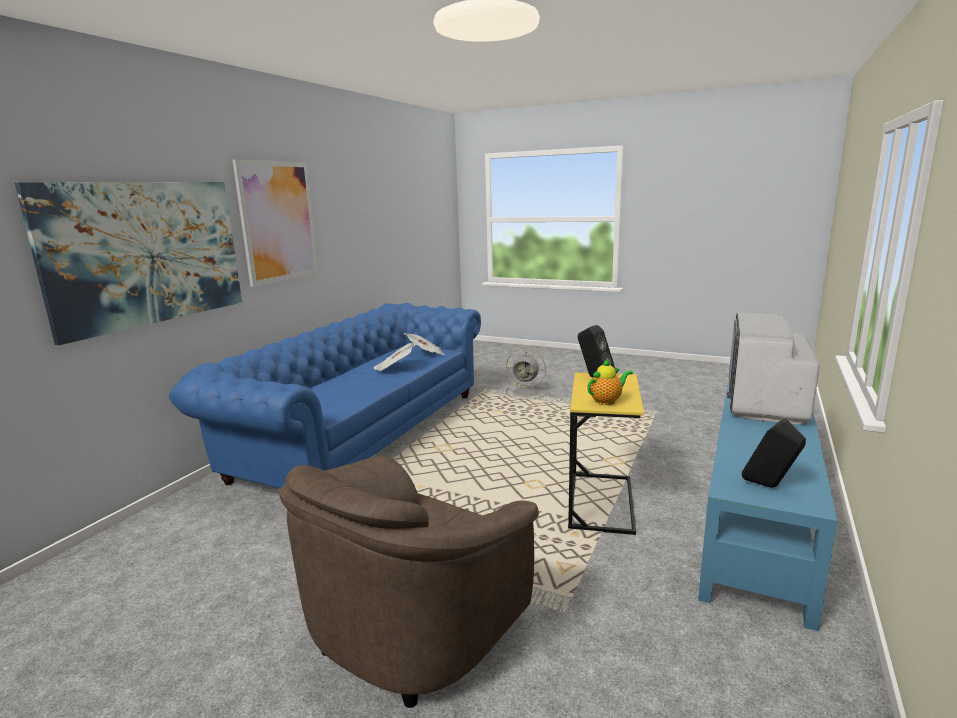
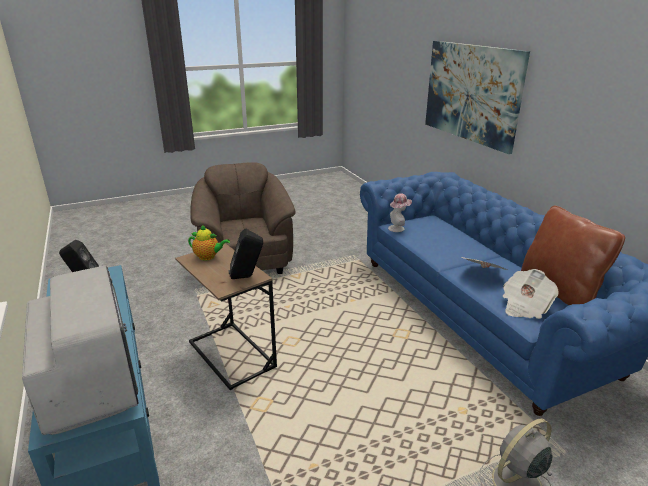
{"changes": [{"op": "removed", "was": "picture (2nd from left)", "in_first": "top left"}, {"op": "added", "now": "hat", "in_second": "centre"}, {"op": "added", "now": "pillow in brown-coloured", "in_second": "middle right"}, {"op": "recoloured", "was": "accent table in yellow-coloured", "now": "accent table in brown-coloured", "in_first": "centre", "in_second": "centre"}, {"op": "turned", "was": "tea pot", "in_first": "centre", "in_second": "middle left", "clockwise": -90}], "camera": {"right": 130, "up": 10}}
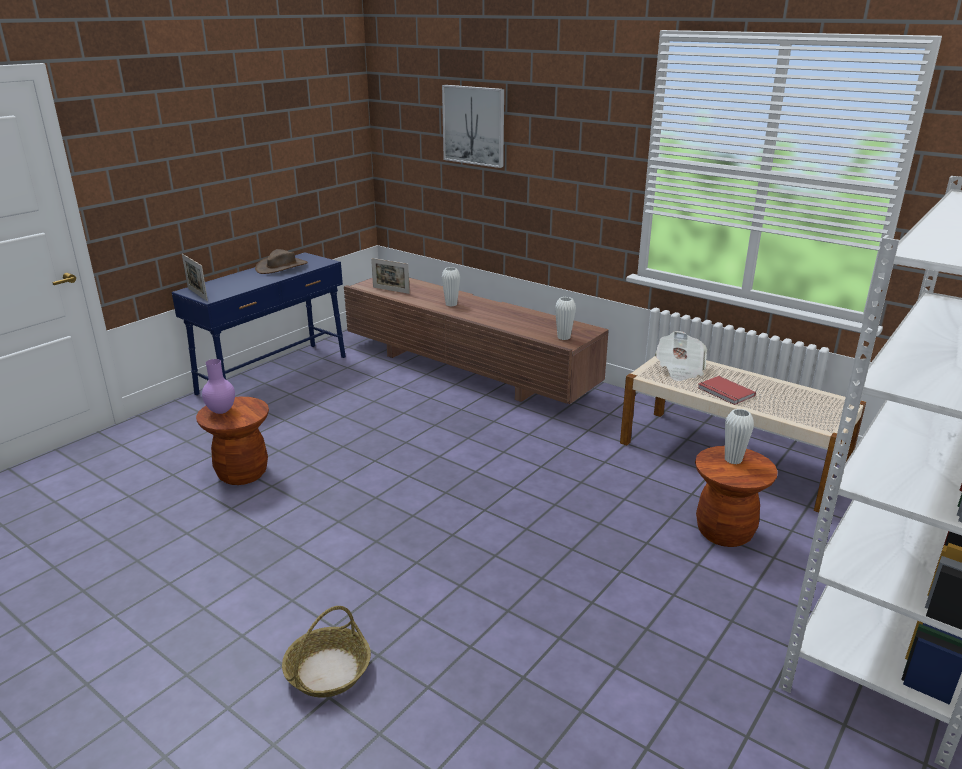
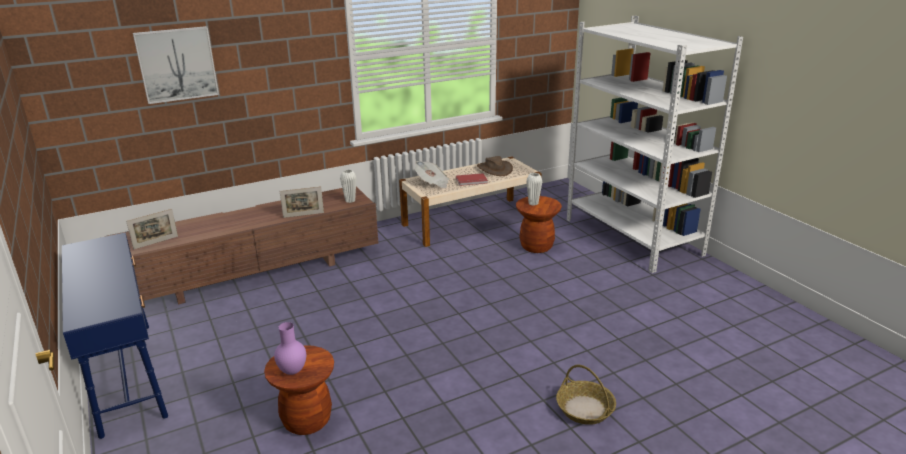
{"changes": [{"op": "removed", "was": "decorative vase in white (1st from left)", "in_first": "centre"}, {"op": "moved", "was": "standing frame (1st from left in the first image)", "now": "standing frame (2nd from left)", "in_first": "middle left", "in_second": "centre"}, {"op": "moved", "was": "hat in brown-coloured", "in_first": "middle left", "in_second": "centre"}], "camera": {"right": -65, "up": 0}}
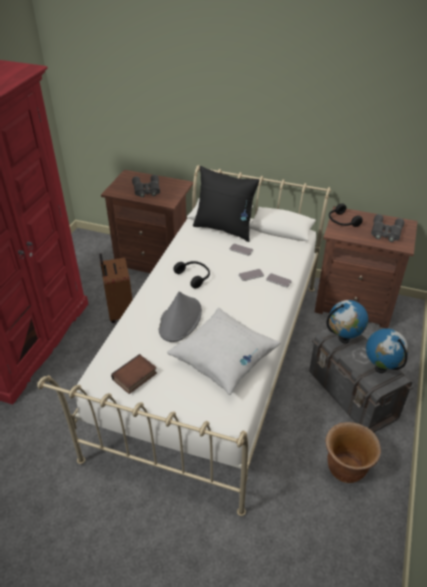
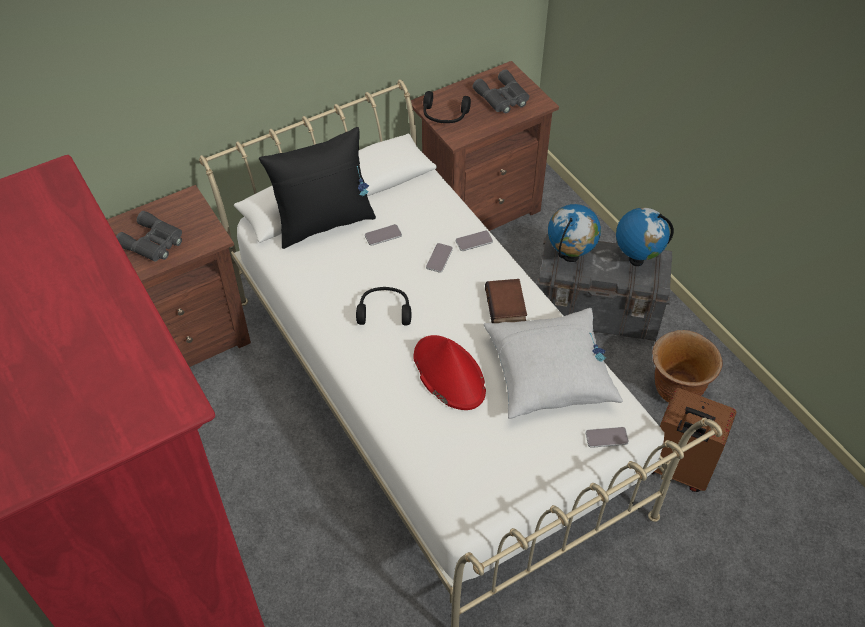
{"changes": [{"op": "added", "now": "phone (4th from left)", "in_second": "bottom right"}, {"op": "moved", "was": "piece of luggage in brown-coloured", "in_first": "middle left", "in_second": "bottom right"}, {"op": "moved", "was": "bound book", "in_first": "middle left", "in_second": "centre"}, {"op": "recoloured", "was": "hat in greyish", "now": "hat in red", "in_first": "centre", "in_second": "centre"}], "camera": {"right": -50, "up": 10}}
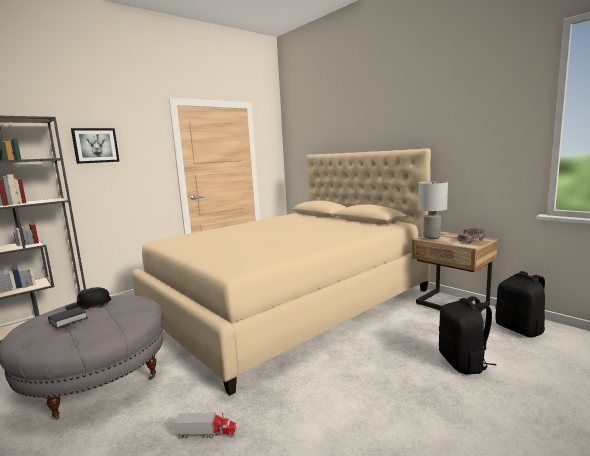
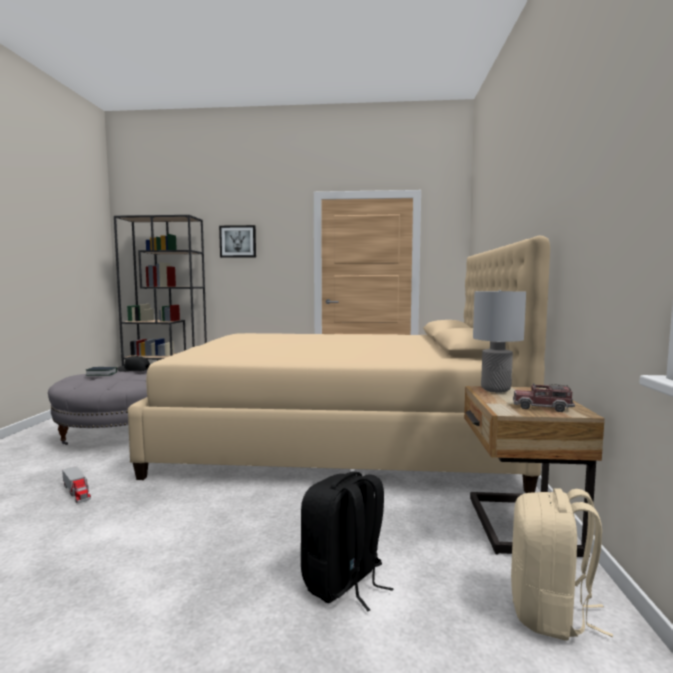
{"changes": [{"op": "recoloured", "was": "knapsack in black-coloured (2nd from left)", "now": "knapsack in beige", "in_first": "bottom right", "in_second": "bottom right"}], "camera": {"right": 45, "up": -5}}
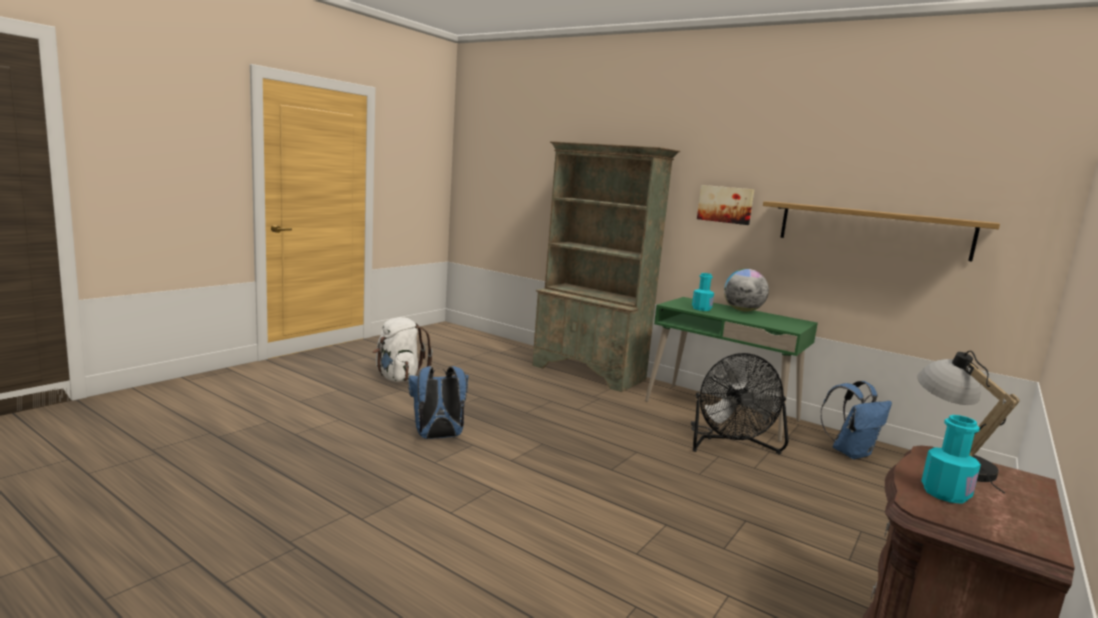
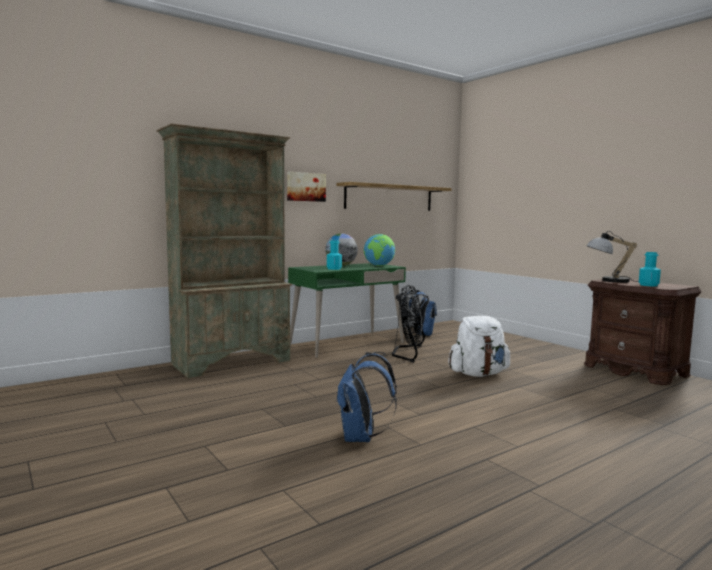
{"changes": [{"op": "added", "now": "desk globe (2nd from left)", "in_second": "centre"}, {"op": "moved", "was": "knapsack in white", "in_first": "centre", "in_second": "middle right"}], "camera": {"right": -70, "up": -5}}
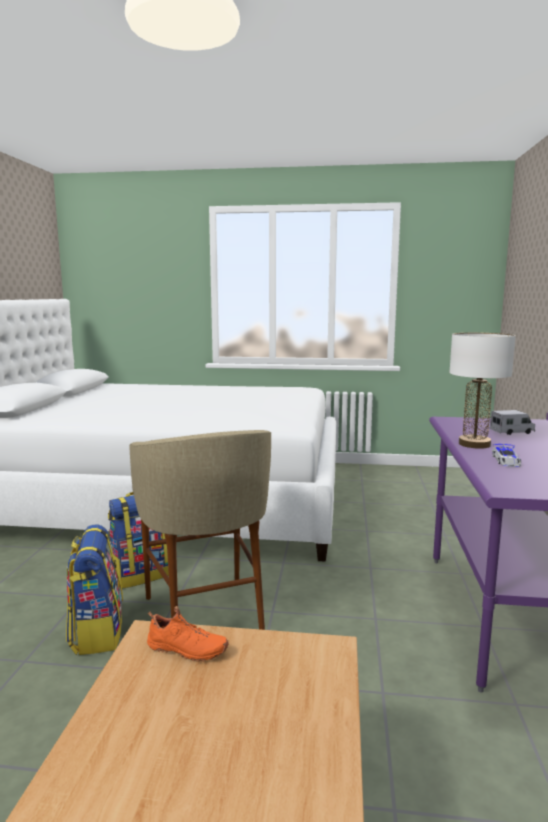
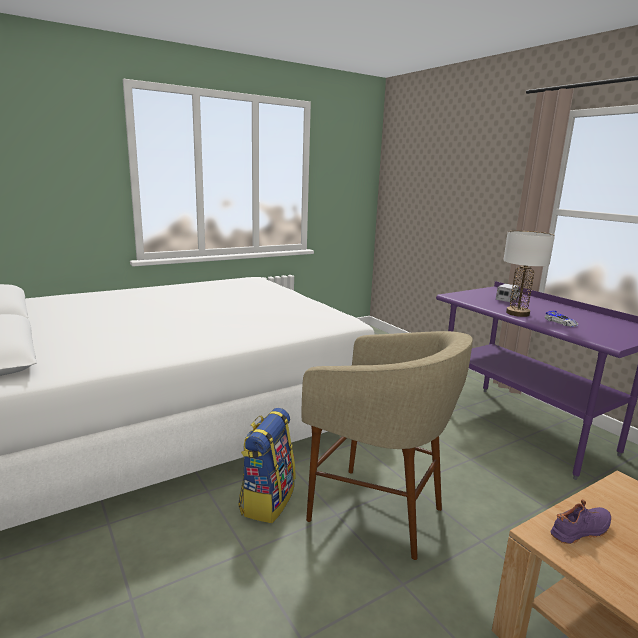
{"changes": [{"op": "removed", "was": "knapsack (1st from left)", "in_first": "bottom left"}, {"op": "recoloured", "was": "low shoe in orange-coloured", "now": "low shoe in purple-coloured", "in_first": "bottom centre", "in_second": "bottom right"}], "camera": {"right": -40, "up": 5}}
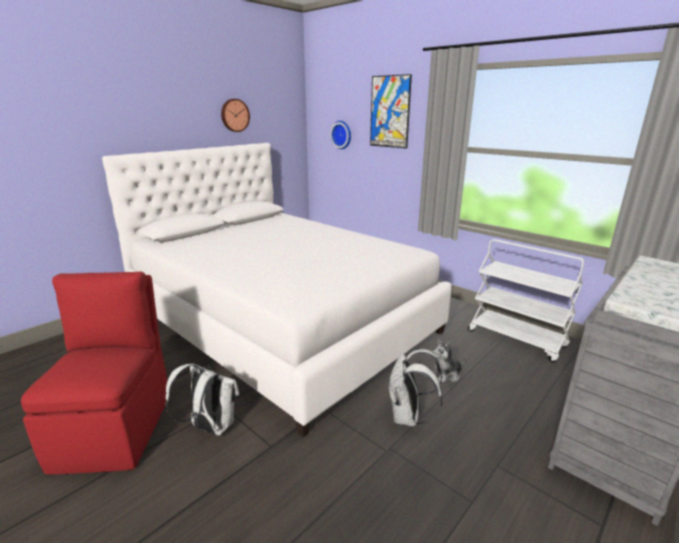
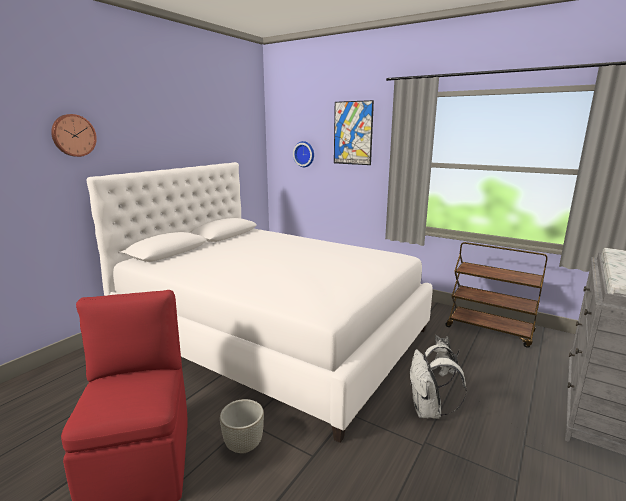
{"changes": [{"op": "moved", "was": "wall clock (1st from left)", "in_first": "top centre", "in_second": "top left"}, {"op": "replaced", "was": "knapsack in white (1st from left)", "now": "planter in greyish", "in_first": "bottom left", "in_second": "bottom centre"}, {"op": "recoloured", "was": "cart in white", "now": "cart in brown-coloured", "in_first": "middle right", "in_second": "middle right"}], "camera": {"right": -10, "up": -5}}
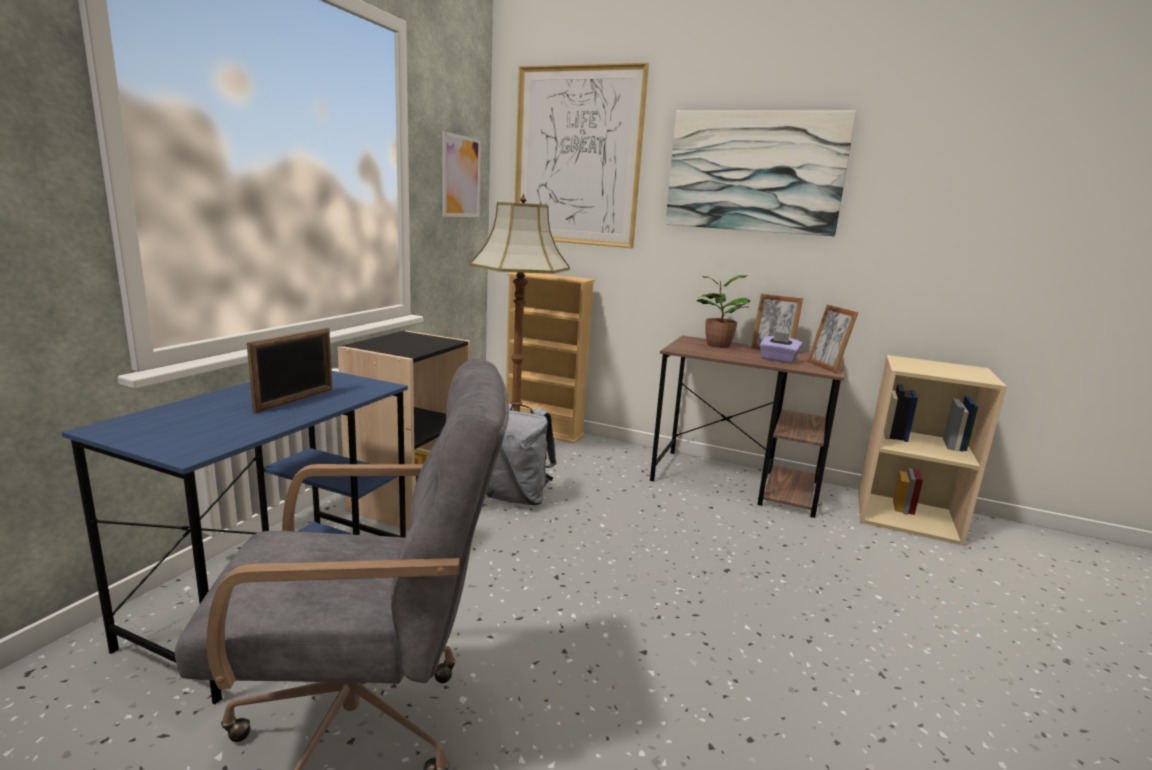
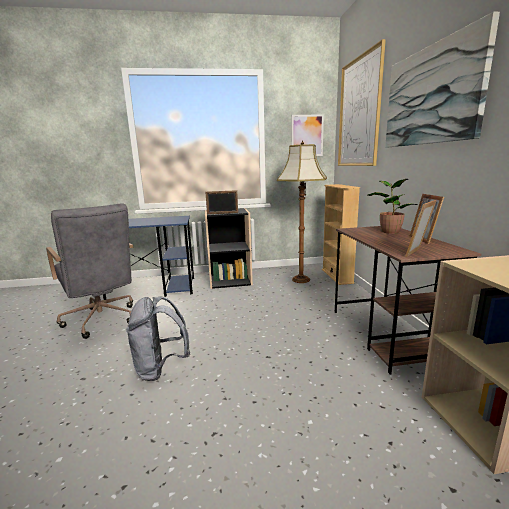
{"changes": [{"op": "removed", "was": "tissue box in purple-coloured", "in_first": "middle right"}, {"op": "moved", "was": "standing frame (1st from left)", "in_first": "middle left", "in_second": "centre"}, {"op": "moved", "was": "knapsack in greyish", "in_first": "centre", "in_second": "middle left"}], "camera": {"right": 60, "up": 0}}
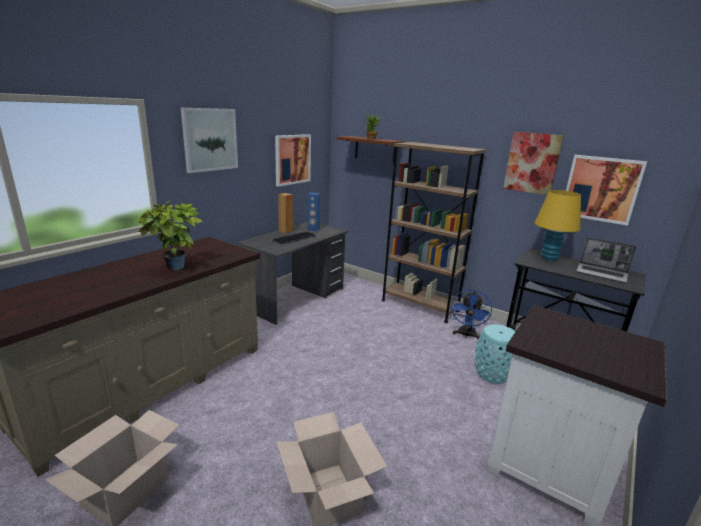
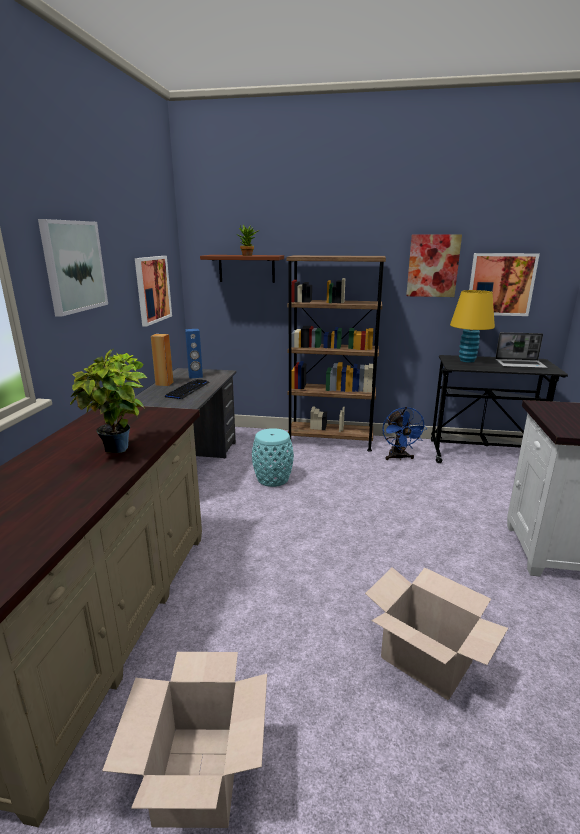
{"changes": [{"op": "moved", "was": "stool in blue-green", "in_first": "bottom right", "in_second": "centre"}], "camera": {"right": -25, "up": 0}}
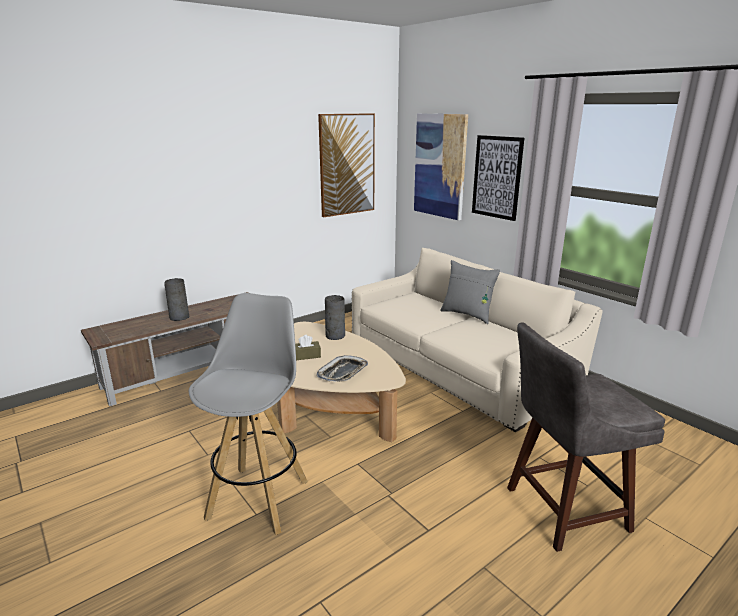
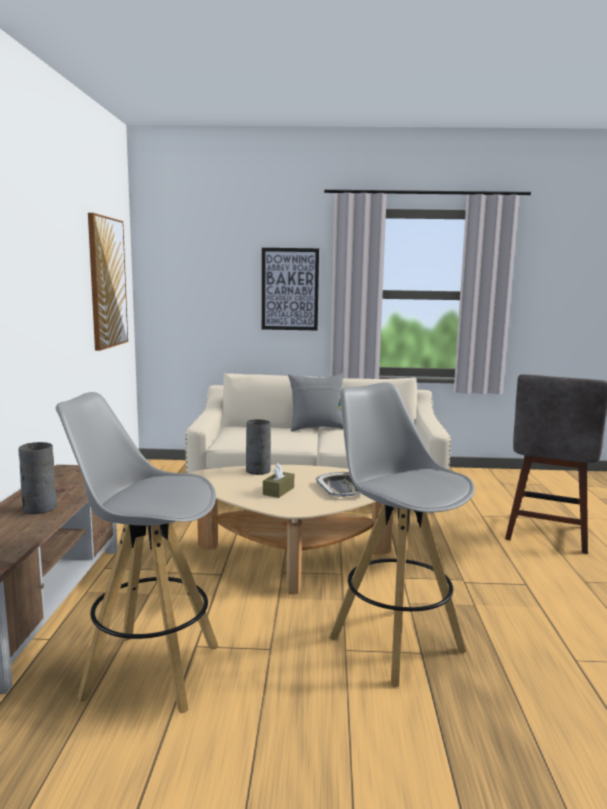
{"changes": [{"op": "removed", "was": "picture (2nd from left)", "in_first": "top centre"}, {"op": "added", "now": "stool in greyish (1st from left)", "in_second": "bottom left"}], "camera": {"right": -50, "up": -10}}
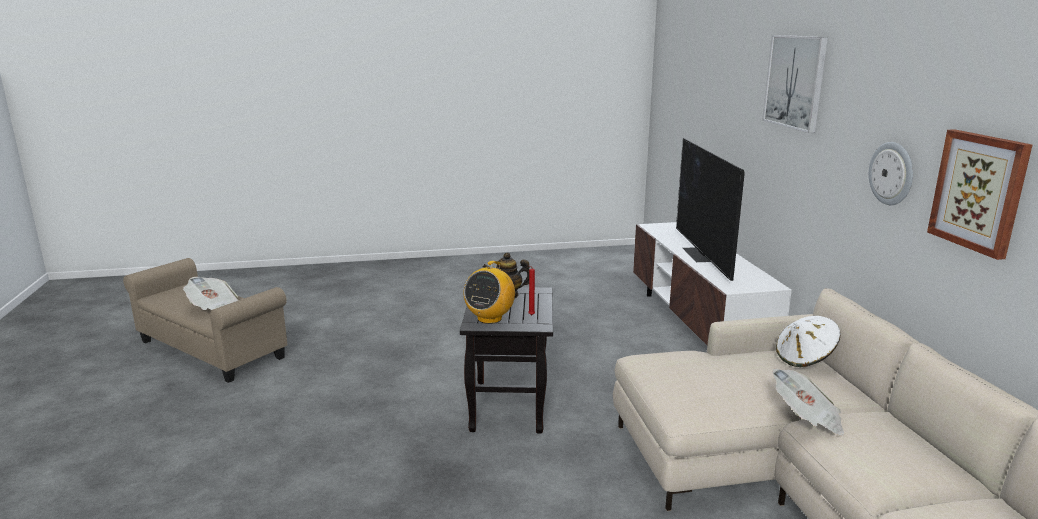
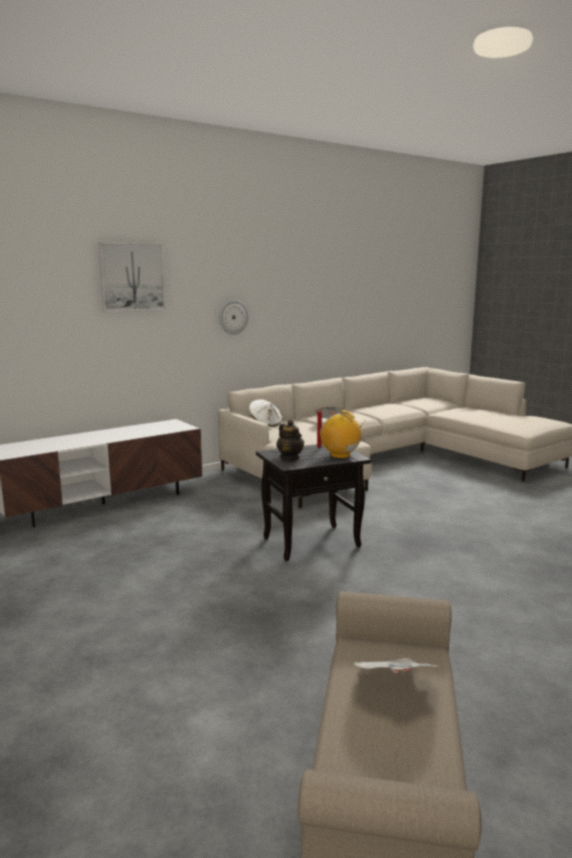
{"changes": [{"op": "removed", "was": "television", "in_first": "middle right"}, {"op": "removed", "was": "picture (2nd from left)", "in_first": "middle right"}, {"op": "turned", "was": "radio", "in_first": "centre", "in_second": "centre", "clockwise": -135}], "camera": {"right": -115, "up": -5}}
